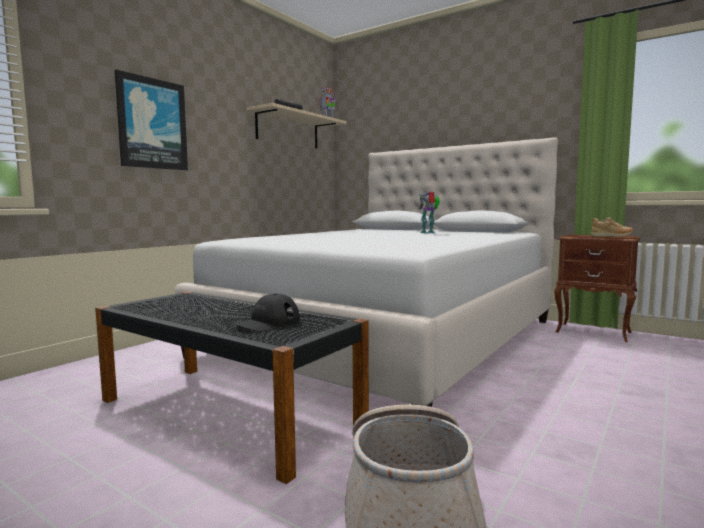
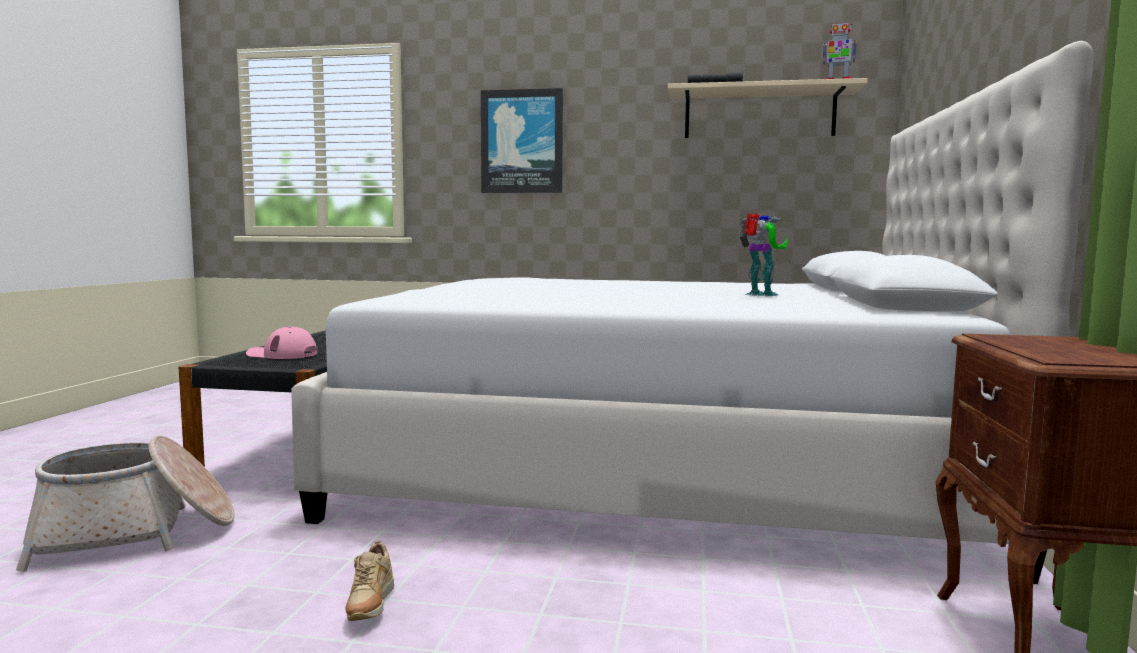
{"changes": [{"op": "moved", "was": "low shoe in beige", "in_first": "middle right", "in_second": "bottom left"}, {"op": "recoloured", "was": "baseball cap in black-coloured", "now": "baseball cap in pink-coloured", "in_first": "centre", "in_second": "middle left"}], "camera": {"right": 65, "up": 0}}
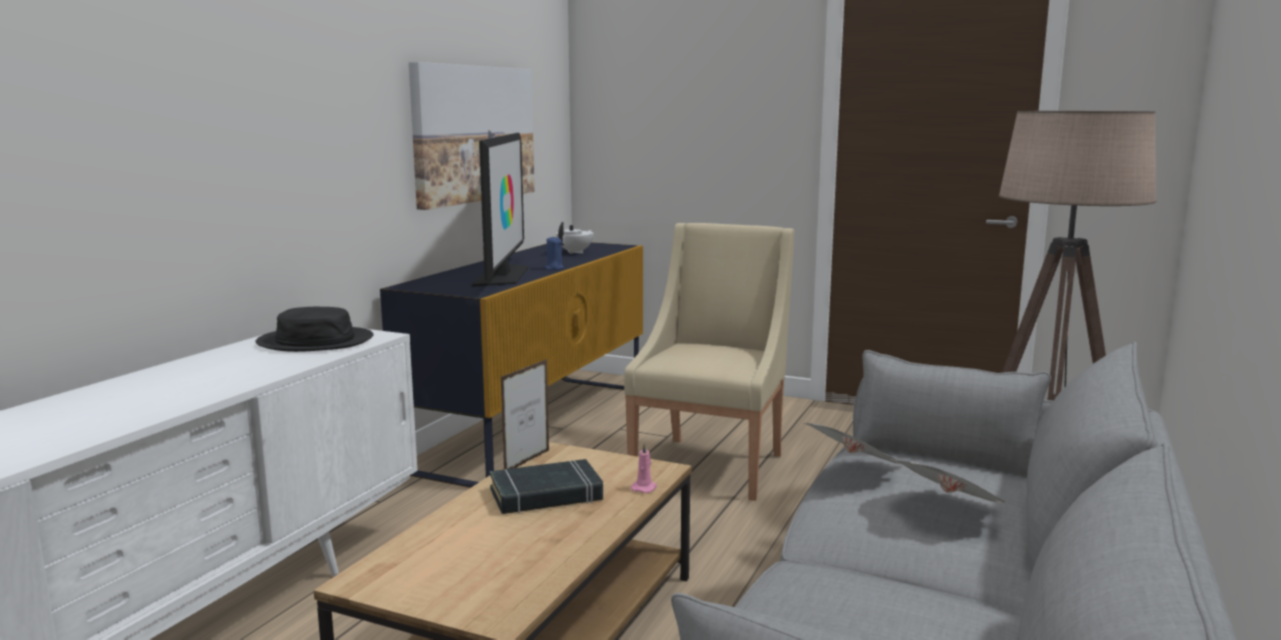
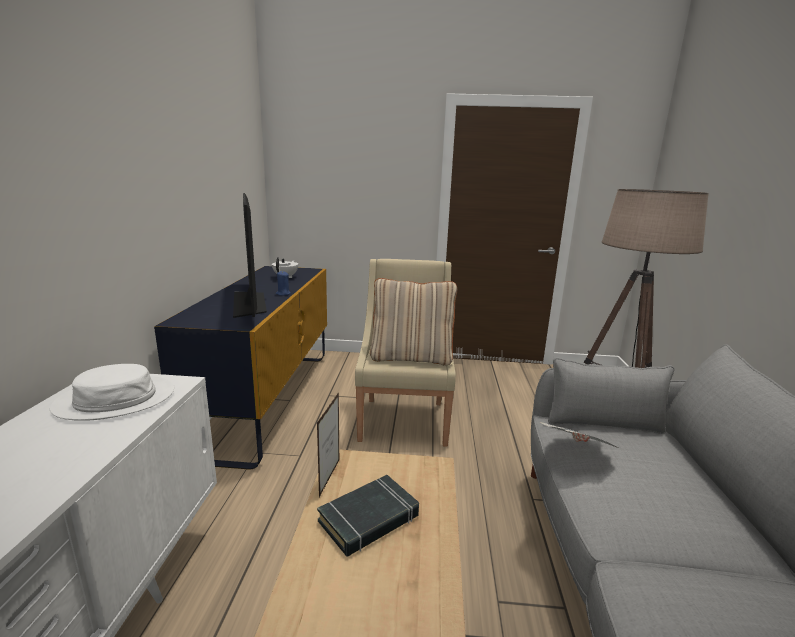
{"changes": [{"op": "removed", "was": "picture", "in_first": "top centre"}, {"op": "removed", "was": "wax candle in pink-coloured", "in_first": "bottom centre"}, {"op": "removed", "was": "printed paper (2nd from left)", "in_first": "bottom right"}, {"op": "added", "now": "pillow in beige", "in_second": "centre"}, {"op": "recoloured", "was": "hat in black-coloured", "now": "hat in white", "in_first": "middle left", "in_second": "middle left"}], "camera": {"right": -20, "up": 5}}
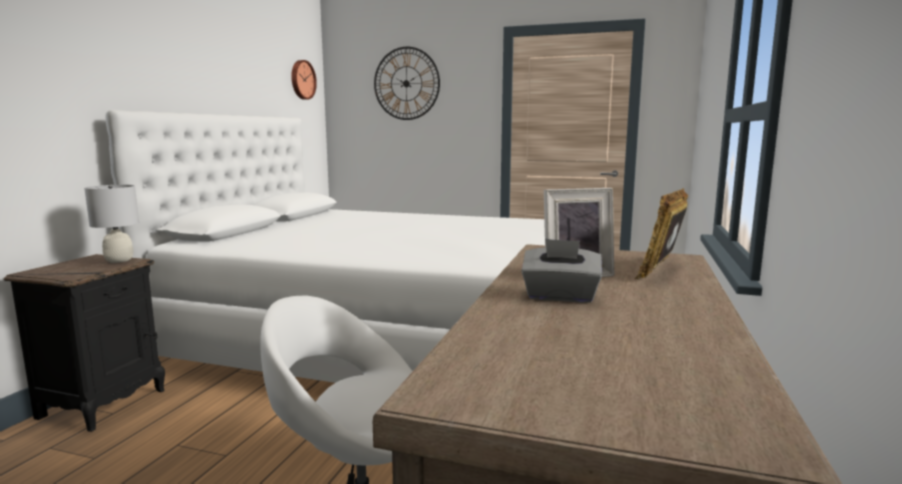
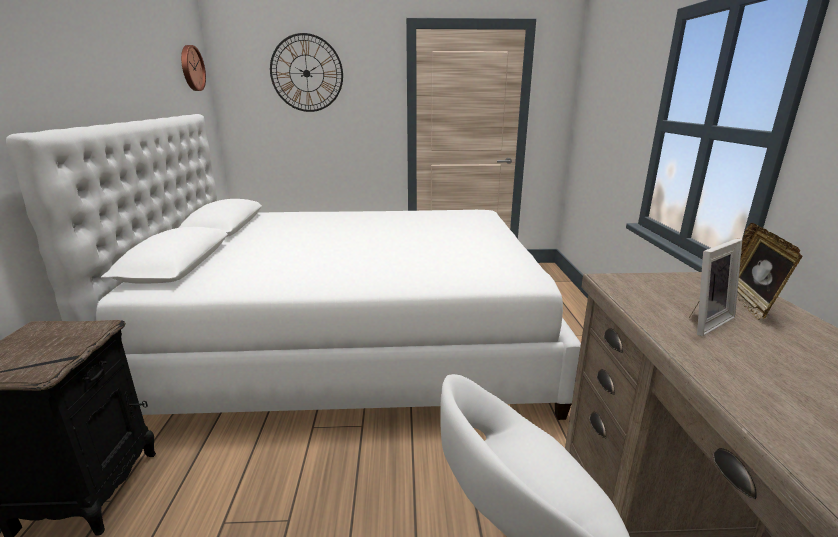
{"changes": [{"op": "removed", "was": "table lamp in greyish", "in_first": "middle left"}, {"op": "removed", "was": "tissue box in greyish", "in_first": "centre"}], "camera": {"right": -20, "up": 10}}
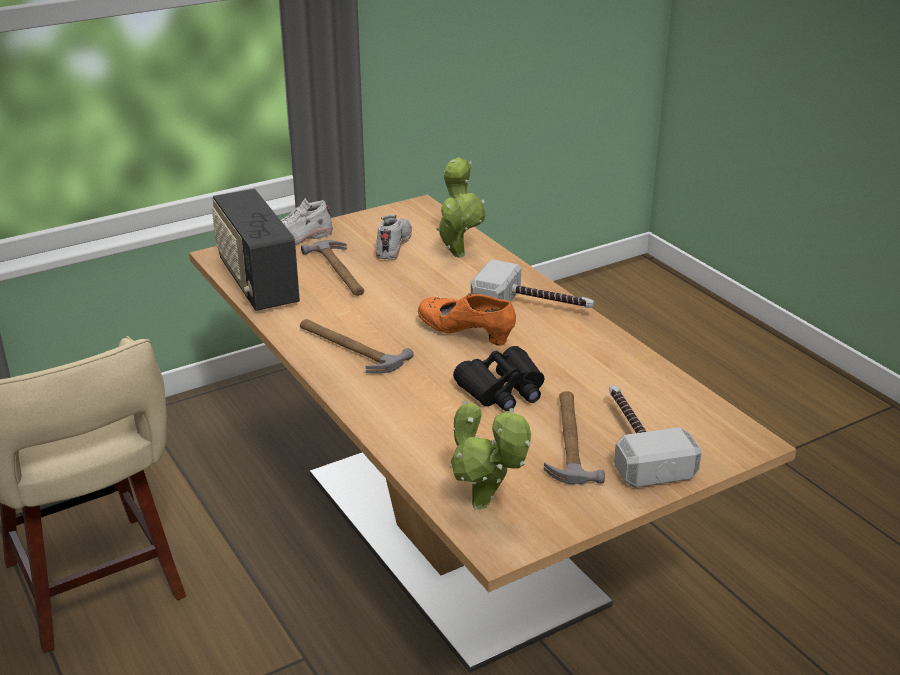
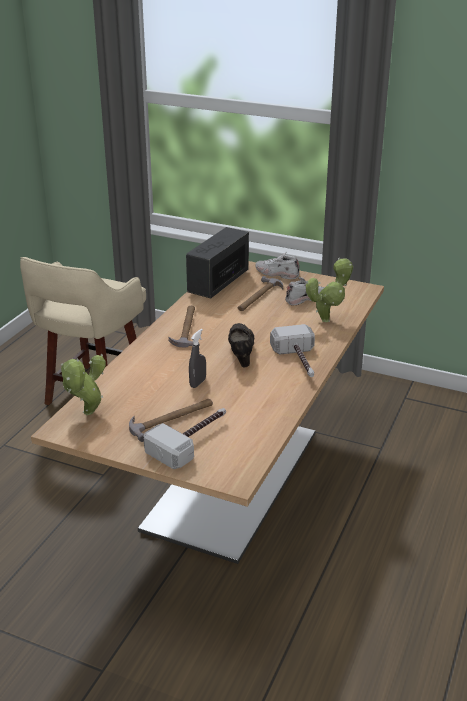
{"changes": [{"op": "replaced", "was": "binoculars in black-coloured", "now": "spray bottle in greyish", "in_first": "centre", "in_second": "centre"}, {"op": "recoloured", "was": "low shoe in orange-coloured", "now": "low shoe in black-coloured", "in_first": "centre", "in_second": "centre"}], "camera": {"right": 55, "up": 0}}
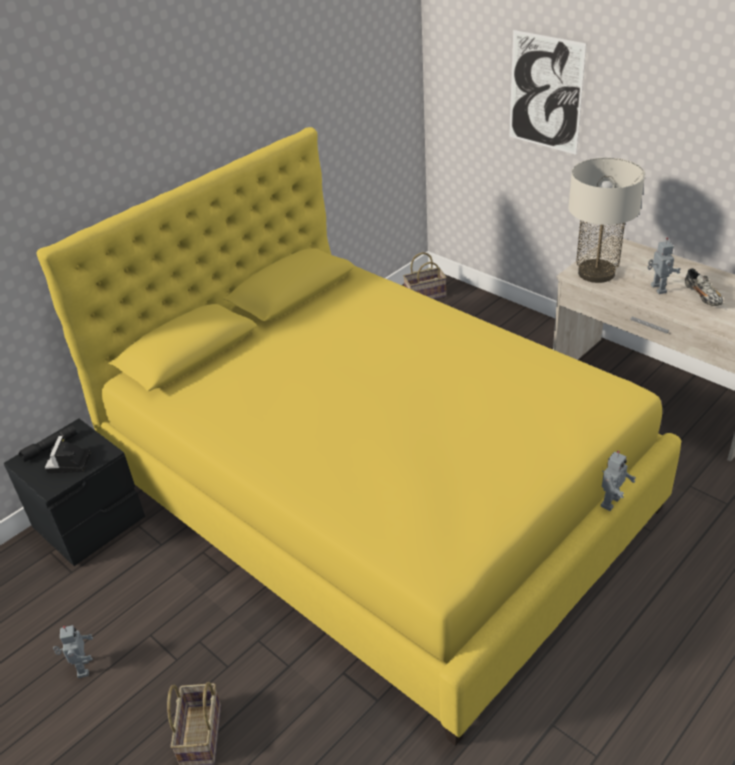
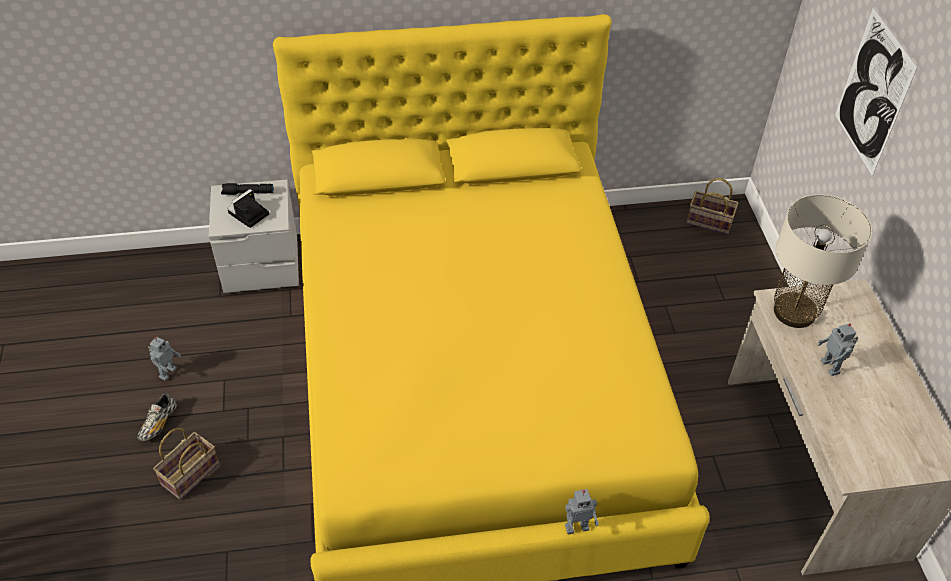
{"changes": [{"op": "moved", "was": "low shoe", "in_first": "middle right", "in_second": "bottom left"}, {"op": "recoloured", "was": "night table in black-coloured", "now": "night table in white", "in_first": "middle left", "in_second": "middle left"}, {"op": "turned", "was": "toy robot (3rd from left)", "in_first": "middle right", "in_second": "middle right", "clockwise": 135}], "camera": {"right": 35, "up": 10}}
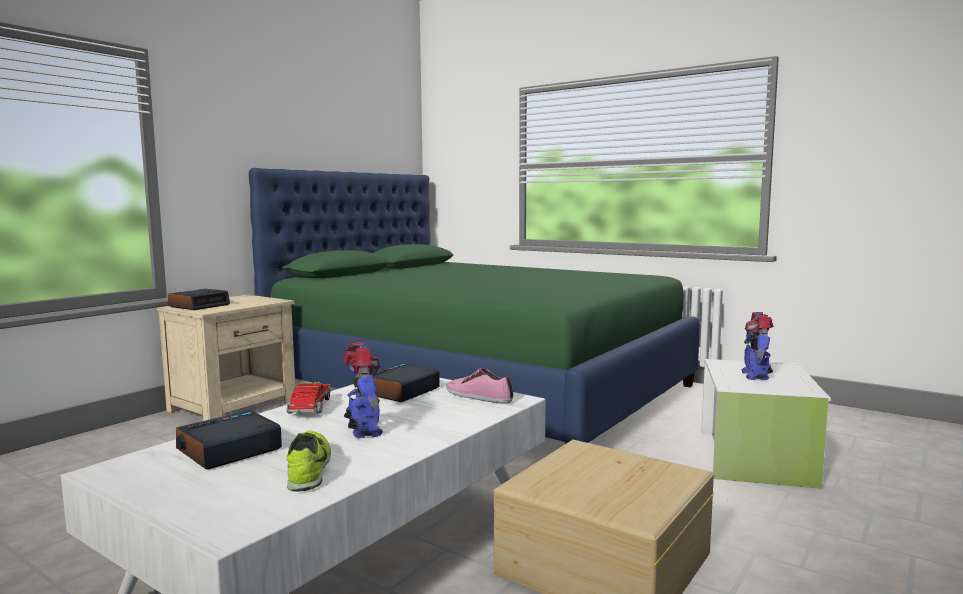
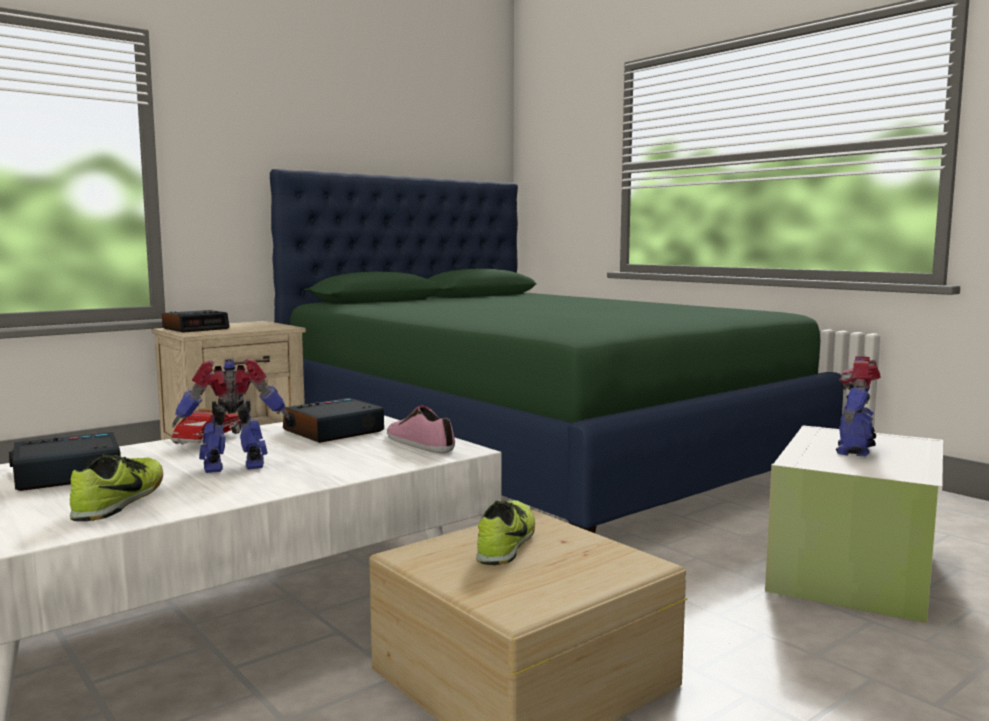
{"changes": [{"op": "added", "now": "low shoe (3rd from left)", "in_second": "bottom centre"}, {"op": "turned", "was": "toy robot (1st from left)", "in_first": "centre", "in_second": "middle left", "clockwise": -105}], "camera": {"right": 15, "up": 0}}
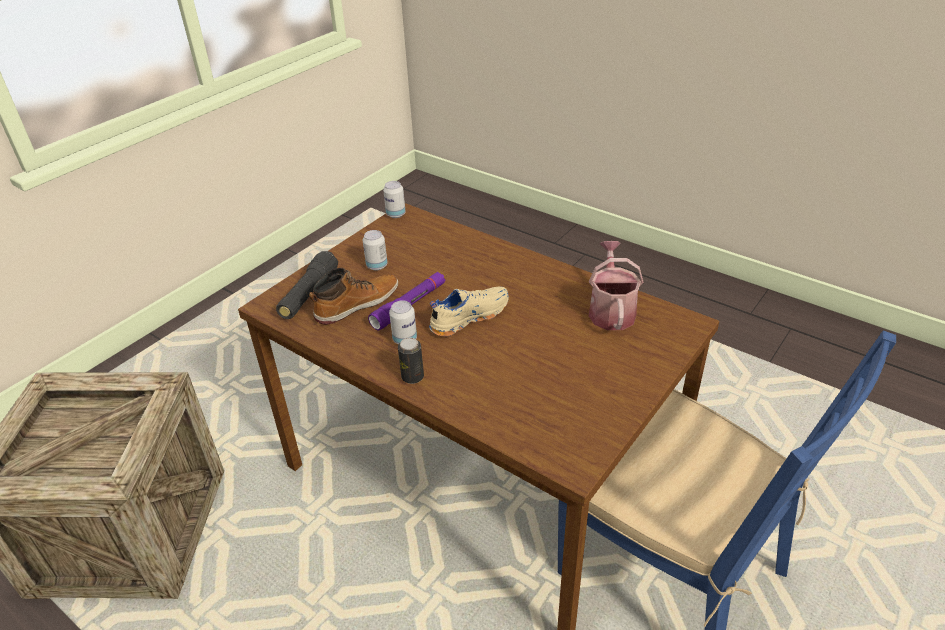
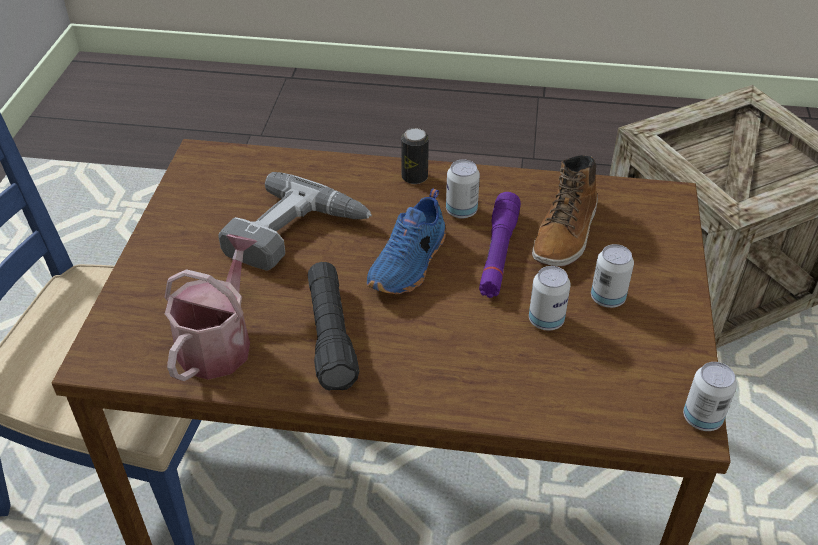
{"changes": [{"op": "added", "now": "drill", "in_second": "centre"}, {"op": "added", "now": "metal can (3rd from left)", "in_second": "middle right"}, {"op": "moved", "was": "torch in black-coloured", "in_first": "middle left", "in_second": "centre"}, {"op": "recoloured", "was": "low shoe in beige", "now": "low shoe in bluish", "in_first": "centre", "in_second": "centre"}, {"op": "turned", "was": "watering can", "in_first": "centre", "in_second": "middle left", "clockwise": -135}], "camera": {"right": 150, "up": 5}}
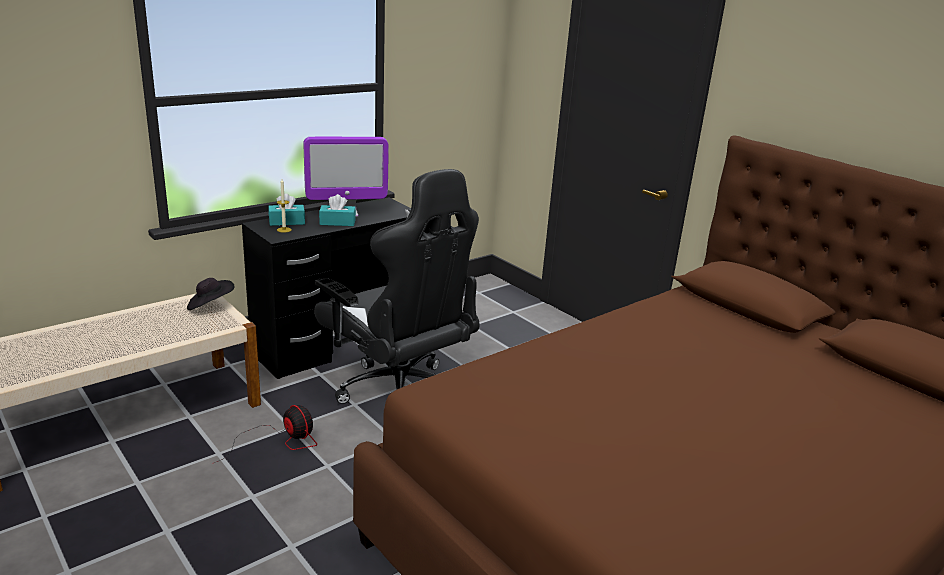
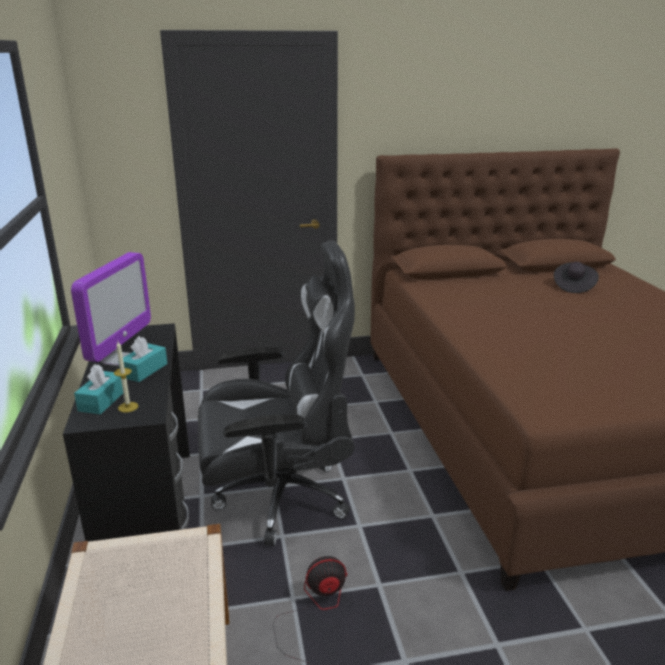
{"changes": [{"op": "moved", "was": "hat in black-coloured", "in_first": "middle left", "in_second": "middle right"}], "camera": {"right": -60, "up": 0}}
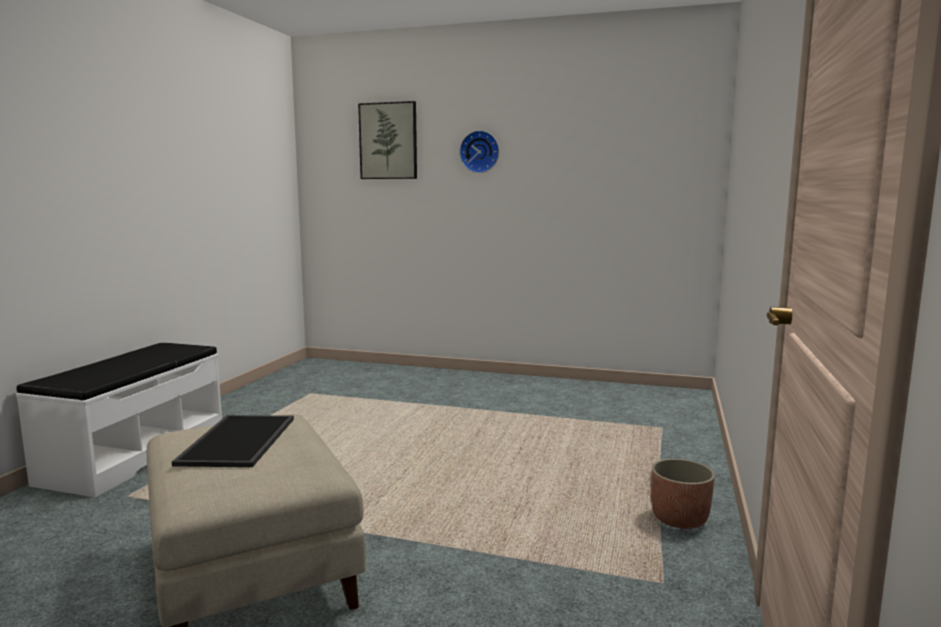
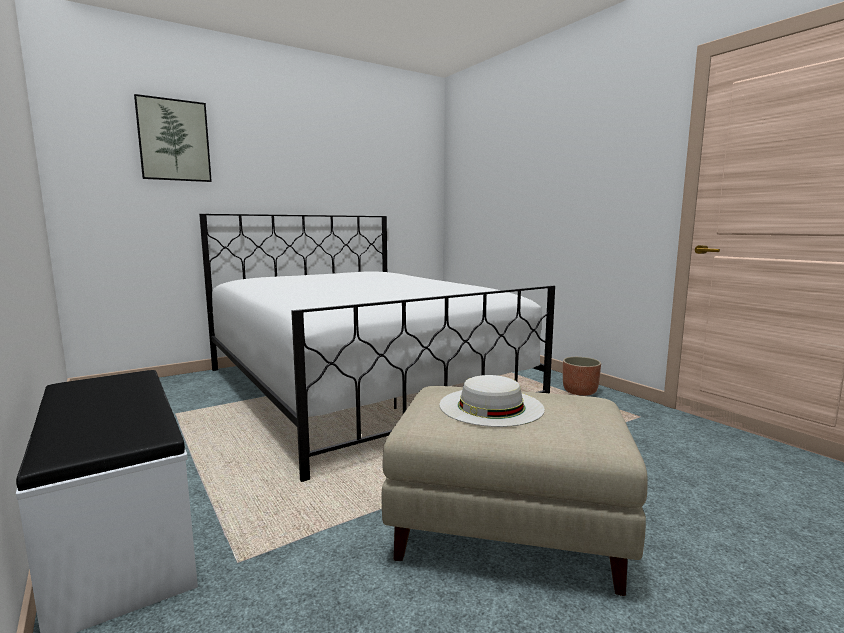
{"changes": [{"op": "removed", "was": "wall clock", "in_first": "top centre"}, {"op": "added", "now": "bed in white", "in_second": "centre"}, {"op": "replaced", "was": "carrying tray", "now": "hat in white", "in_first": "bottom left", "in_second": "centre"}], "camera": {"right": -50, "up": 0}}
